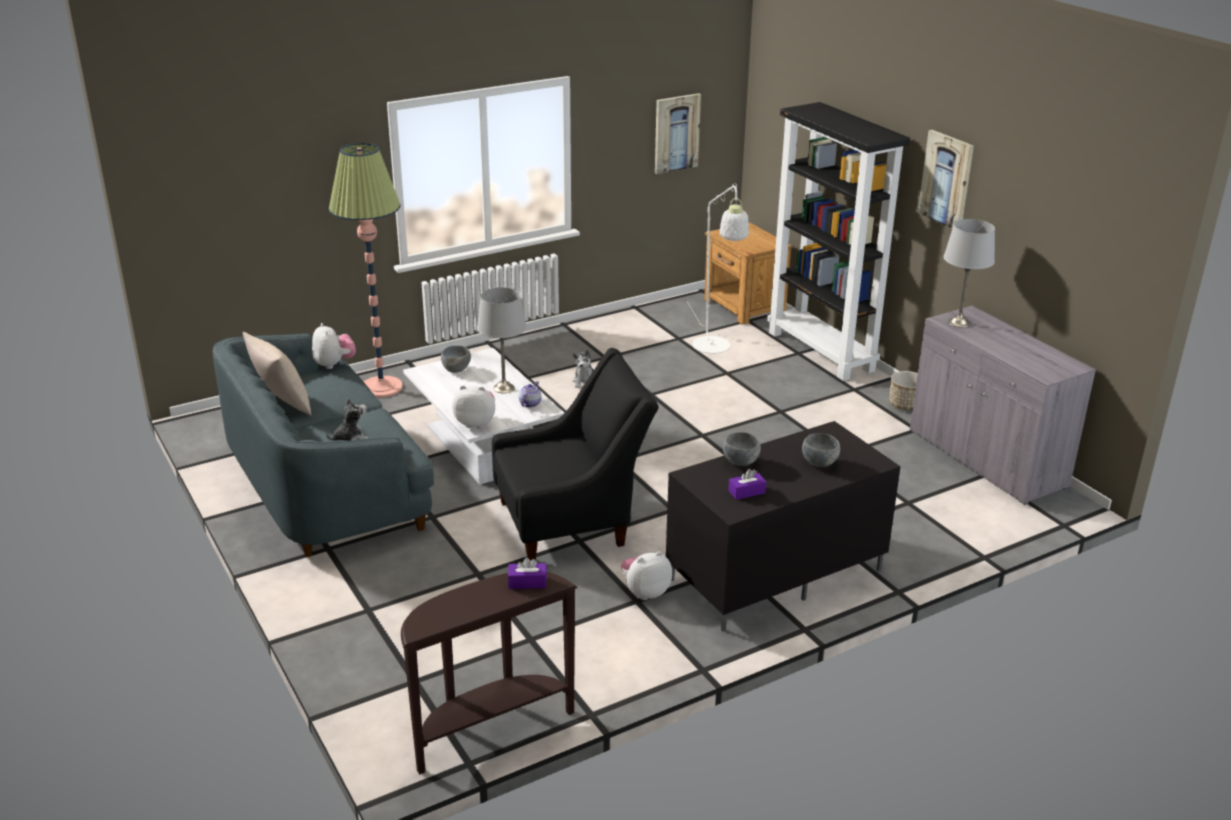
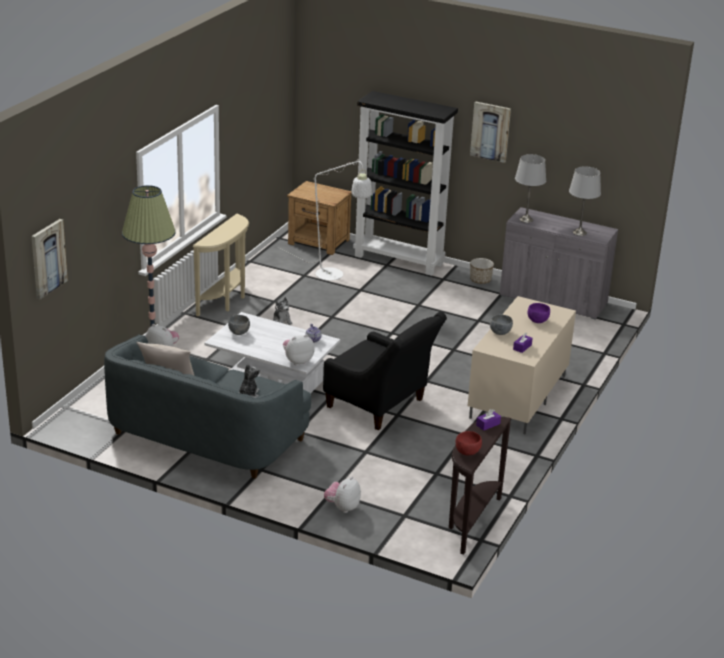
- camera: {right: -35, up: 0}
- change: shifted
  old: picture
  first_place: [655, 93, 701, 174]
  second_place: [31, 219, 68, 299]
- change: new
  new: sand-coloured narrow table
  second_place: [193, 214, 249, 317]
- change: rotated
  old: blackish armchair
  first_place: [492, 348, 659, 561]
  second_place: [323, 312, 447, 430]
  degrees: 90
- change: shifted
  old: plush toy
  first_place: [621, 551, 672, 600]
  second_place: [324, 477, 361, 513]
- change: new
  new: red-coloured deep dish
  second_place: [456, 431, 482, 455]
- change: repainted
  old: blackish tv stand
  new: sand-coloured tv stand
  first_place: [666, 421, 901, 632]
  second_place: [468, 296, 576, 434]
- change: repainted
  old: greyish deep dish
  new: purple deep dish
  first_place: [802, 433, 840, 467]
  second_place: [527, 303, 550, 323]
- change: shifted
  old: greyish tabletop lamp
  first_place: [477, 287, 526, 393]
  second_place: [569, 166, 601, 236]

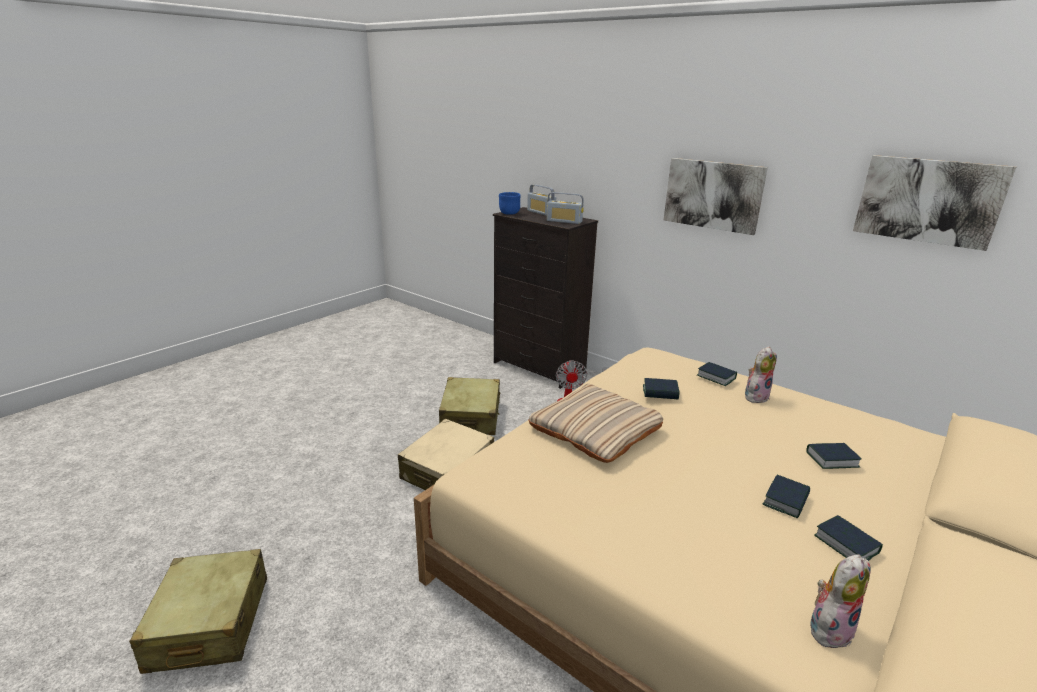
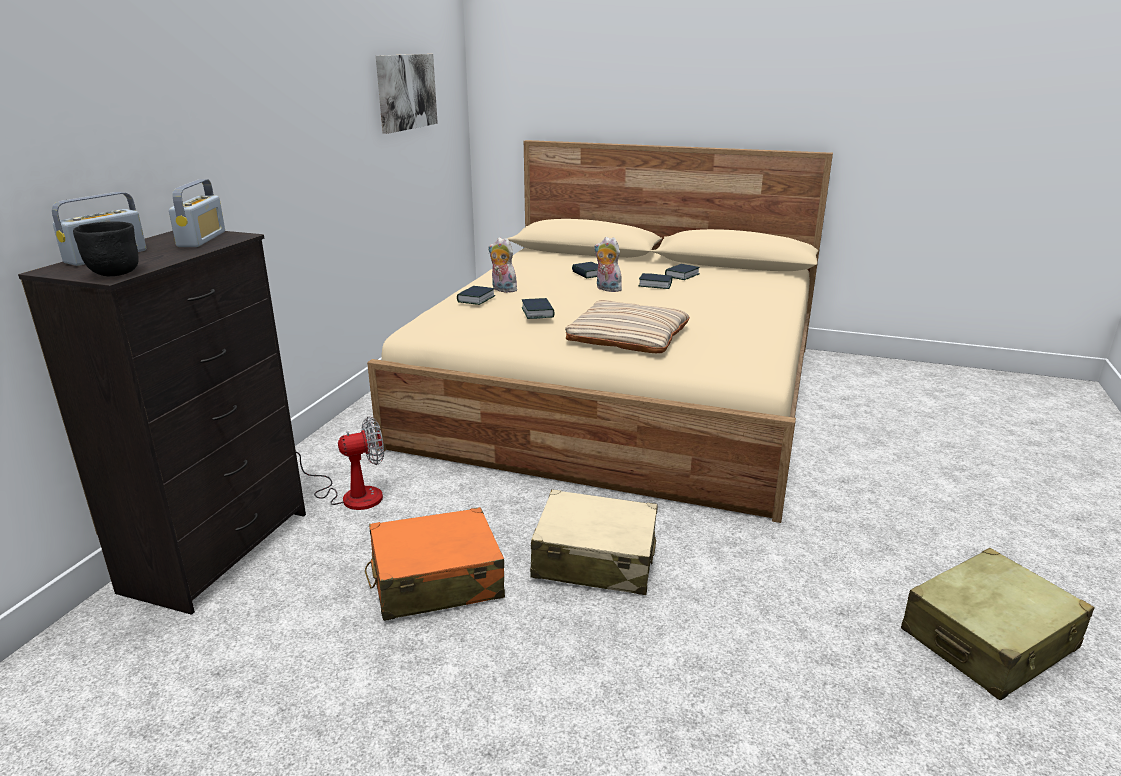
- camera: {right: -110, up: 0}
- change: repainted
  old: blue deep dish
  new: blackish deep dish
  first_place: [499, 192, 520, 215]
  second_place: [73, 221, 139, 276]
- change: repainted
  old: sand-coloured piece of luggage
  new: orange-coloured piece of luggage
  first_place: [439, 377, 501, 435]
  second_place: [365, 507, 505, 621]
- change: shifted
  old: plush toy
  first_place: [810, 554, 871, 651]
  second_place: [594, 237, 622, 292]
- change: gone
  old: picture
  first_place: [664, 158, 768, 235]

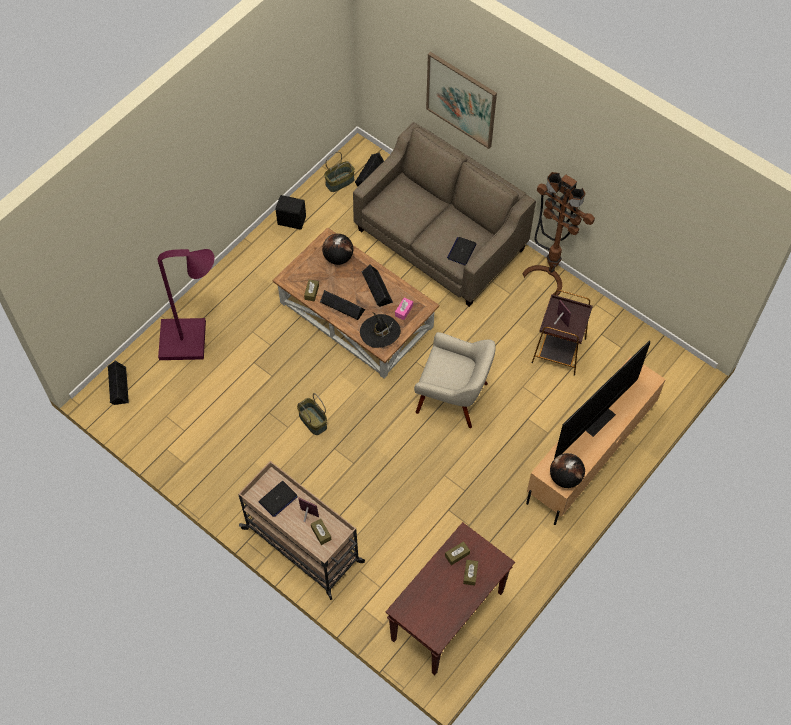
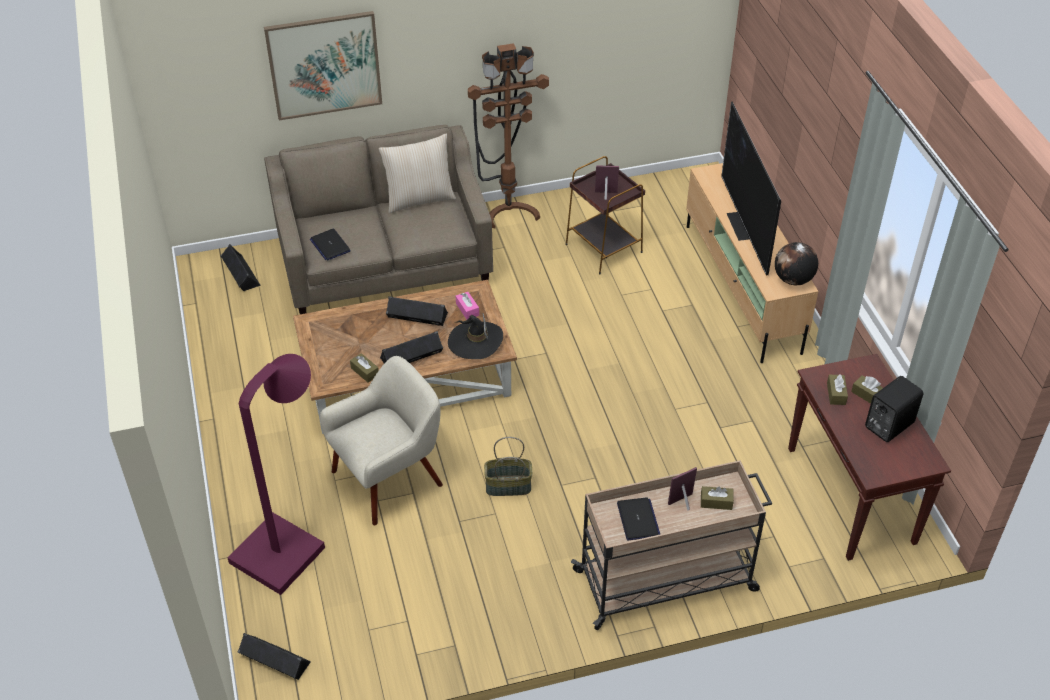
- camera: {right: -55, up: -15}
- change: shifted
  old: laptop
  first_place: [447, 237, 477, 265]
  second_place: [310, 229, 351, 261]
- change: shifted
  old: sand-coloured armchair
  first_place: [414, 332, 496, 428]
  second_place: [320, 356, 443, 525]
- change: new
  new: sand-coloured pillow
  second_place: [379, 134, 456, 213]
- change: shifted
  old: blackish audio speaker
  first_place: [276, 195, 306, 230]
  second_place: [865, 376, 923, 442]
- change: gone
  old: globe
  first_place: [322, 233, 354, 265]
- change: gone
  old: storage basket
  first_place: [324, 152, 355, 192]

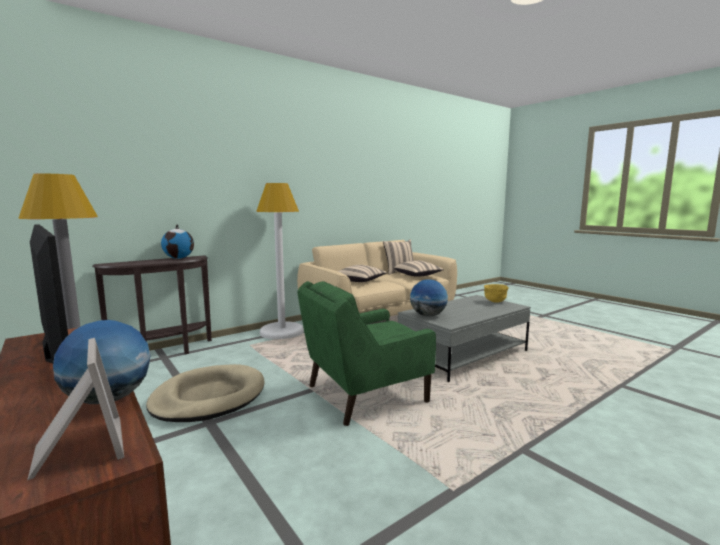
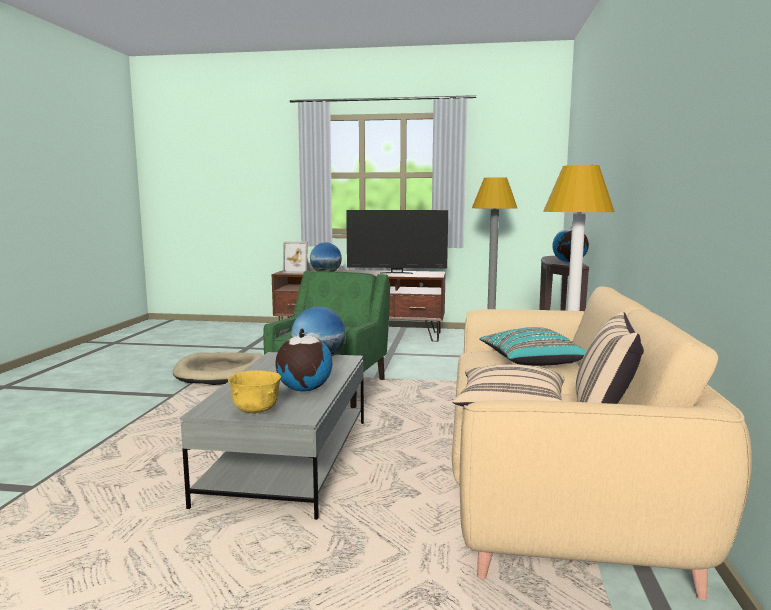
- camera: {right: 135, up: 0}
- change: shifted
  old: sand-coloured dog bed
  first_place: [146, 364, 264, 422]
  second_place: [173, 352, 262, 385]
- change: new
  new: globe
  second_place: [275, 329, 332, 392]
- change: repainted
  old: sand-coloured pillow
  new: turquoise pillow
  first_place: [338, 265, 387, 282]
  second_place: [479, 327, 586, 366]

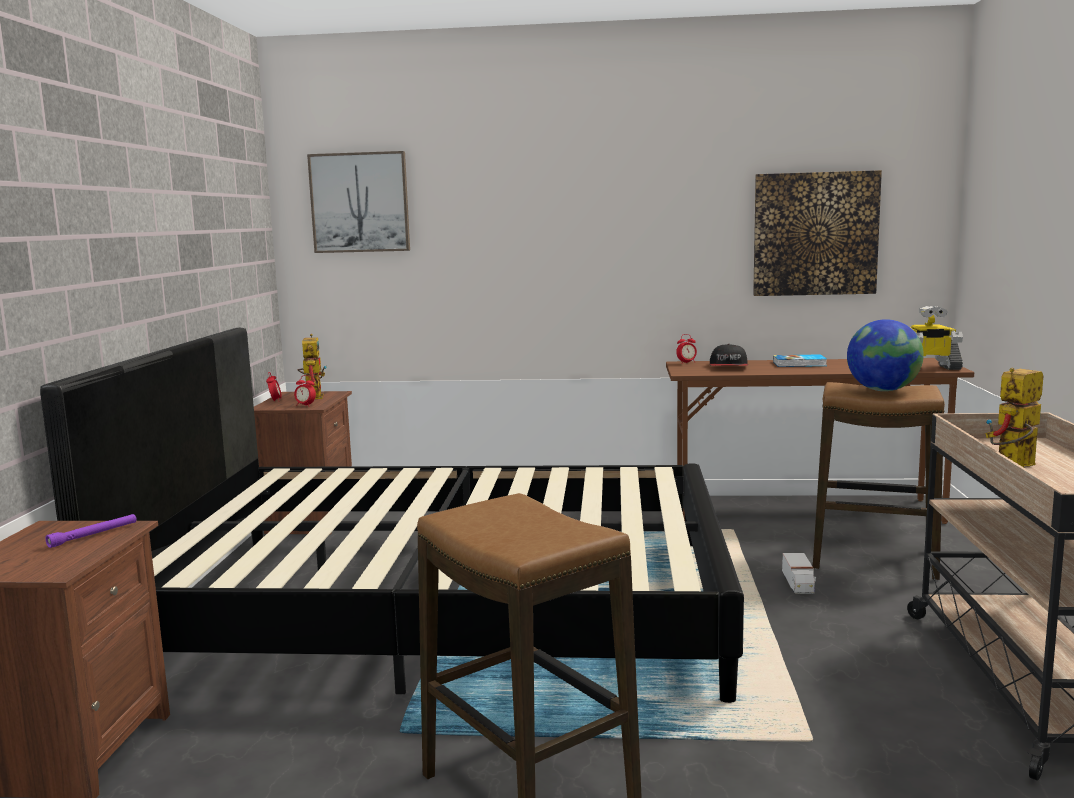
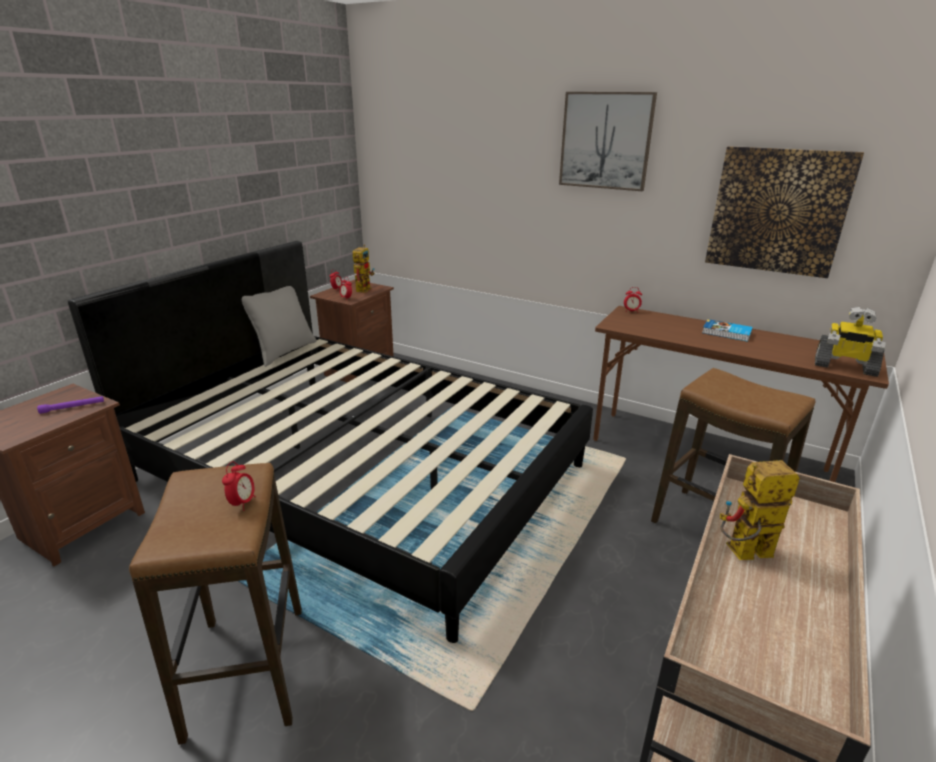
- camera: {right: 25, up: 15}
- change: new
  new: bedside clock
  second_place: [222, 461, 255, 511]
- change: new
  new: greyish pillow
  second_place: [242, 286, 316, 367]
- change: shifted
  old: picture
  first_place: [307, 151, 410, 253]
  second_place: [559, 92, 657, 191]
- change: gone
  old: cap
  first_place: [710, 344, 748, 366]
- change: gone
  old: model truck
  first_place: [782, 553, 816, 594]
- change: gone
  old: globe
  first_place: [847, 319, 924, 391]

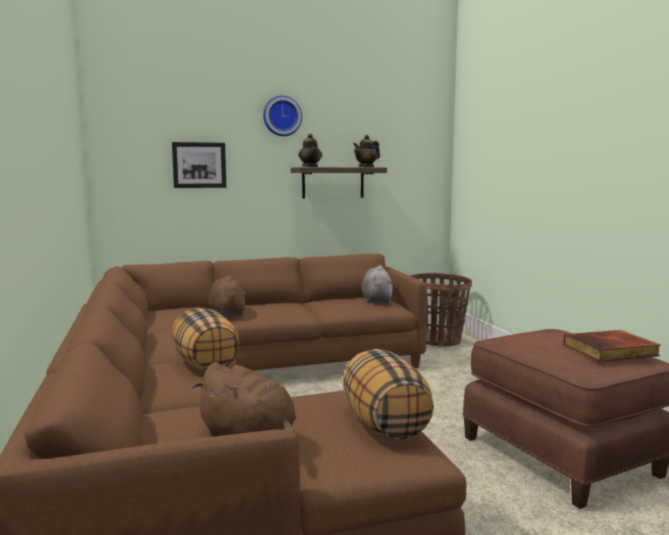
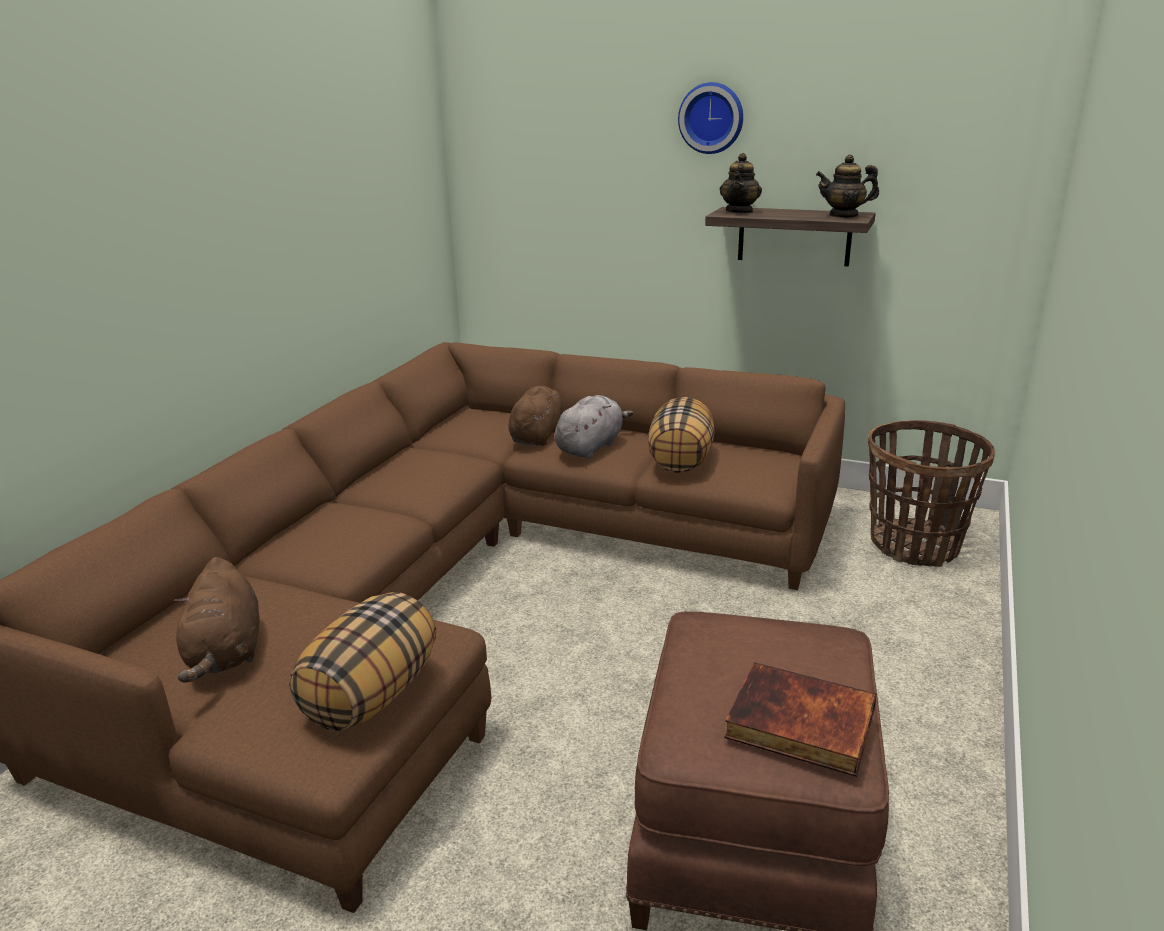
- camera: {right: 40, up: 15}
- change: shifted
  old: greyish plush toy
  first_place: [361, 266, 393, 303]
  second_place: [555, 395, 633, 458]
- change: shifted
  old: pillow
  first_place: [171, 308, 240, 371]
  second_place: [648, 397, 715, 473]
- change: gone
  old: picture
  first_place: [172, 142, 226, 188]

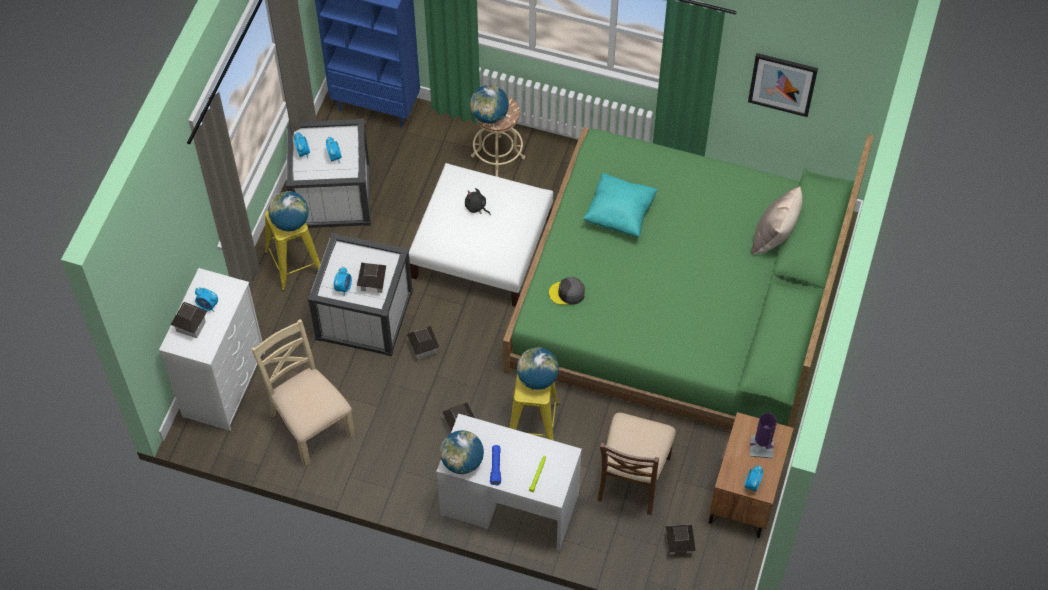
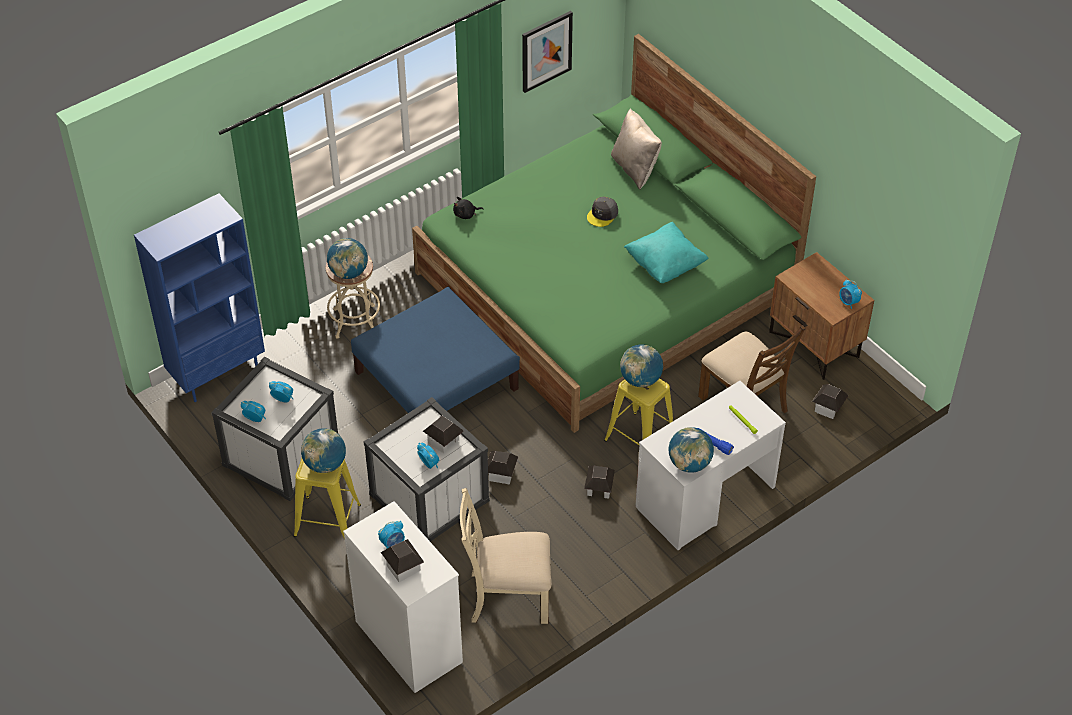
- camera: {right: -55, up: -10}
- change: repainted
  old: white-coloured ottoman
  new: blue ottoman
  first_place: [409, 163, 553, 307]
  second_place: [351, 286, 520, 413]
- change: shifted
  old: blackish plush toy
  first_place: [465, 188, 491, 215]
  second_place: [453, 197, 484, 219]
- change: shifted
  old: greyish cap
  first_place: [549, 277, 585, 305]
  second_place: [587, 197, 618, 227]
- change: shifted
  old: turquoise pillow
  first_place: [583, 173, 658, 237]
  second_place: [624, 222, 709, 283]
- change: gone
  old: purple tabletop lamp
  first_place: [750, 413, 777, 458]

